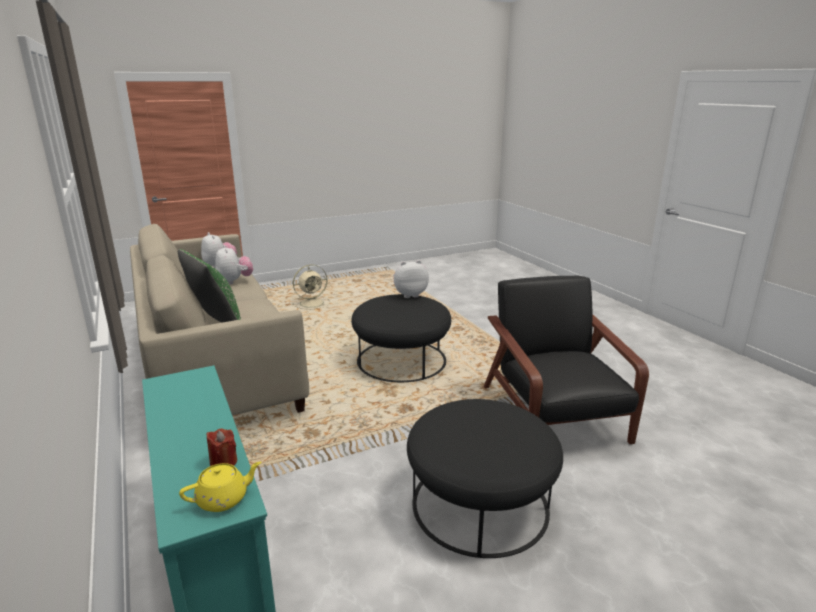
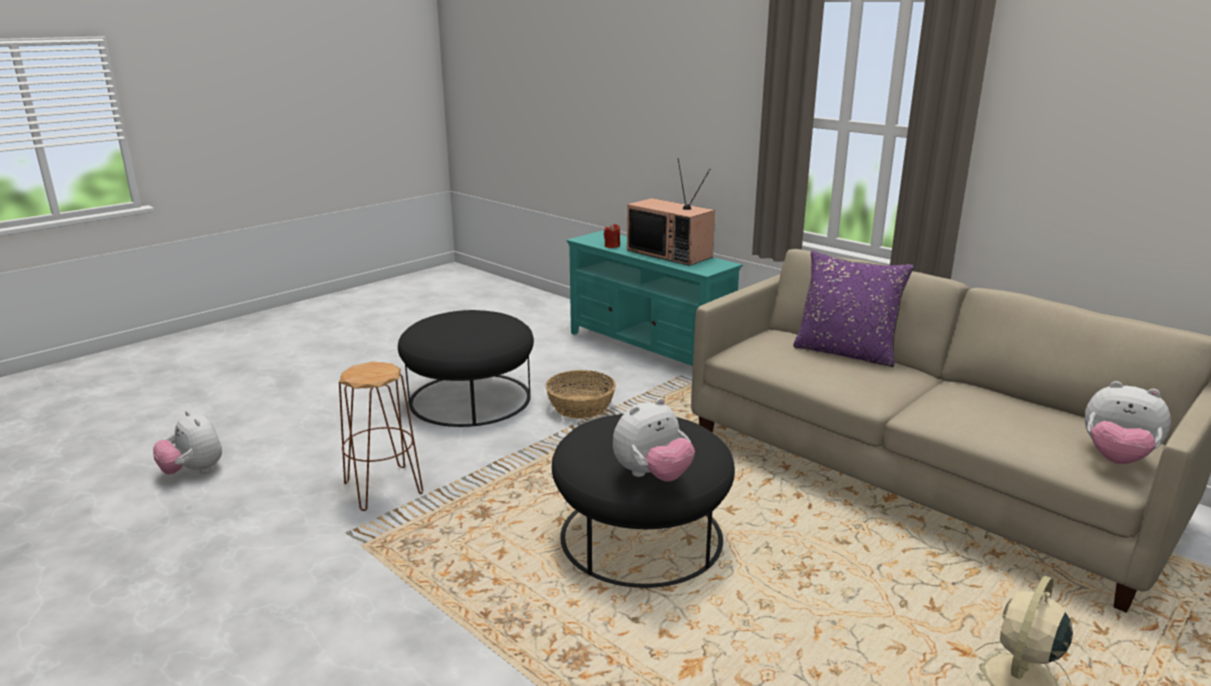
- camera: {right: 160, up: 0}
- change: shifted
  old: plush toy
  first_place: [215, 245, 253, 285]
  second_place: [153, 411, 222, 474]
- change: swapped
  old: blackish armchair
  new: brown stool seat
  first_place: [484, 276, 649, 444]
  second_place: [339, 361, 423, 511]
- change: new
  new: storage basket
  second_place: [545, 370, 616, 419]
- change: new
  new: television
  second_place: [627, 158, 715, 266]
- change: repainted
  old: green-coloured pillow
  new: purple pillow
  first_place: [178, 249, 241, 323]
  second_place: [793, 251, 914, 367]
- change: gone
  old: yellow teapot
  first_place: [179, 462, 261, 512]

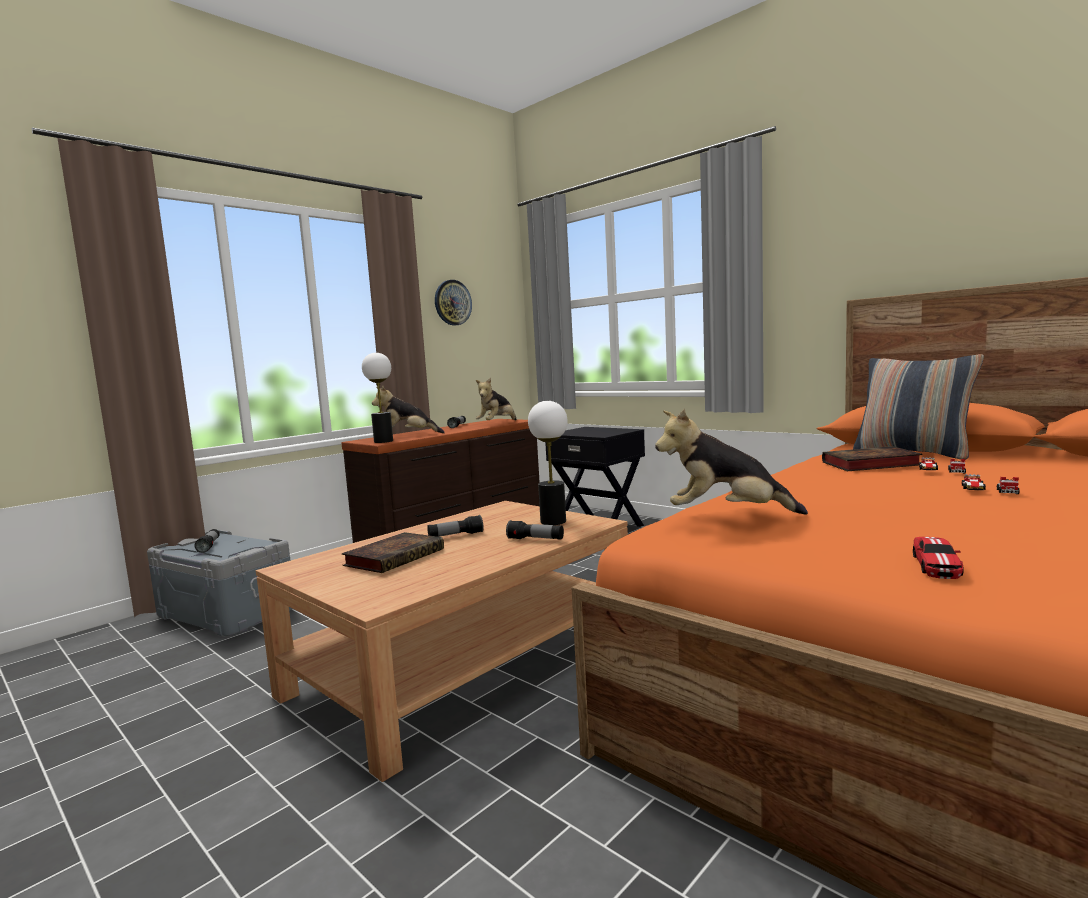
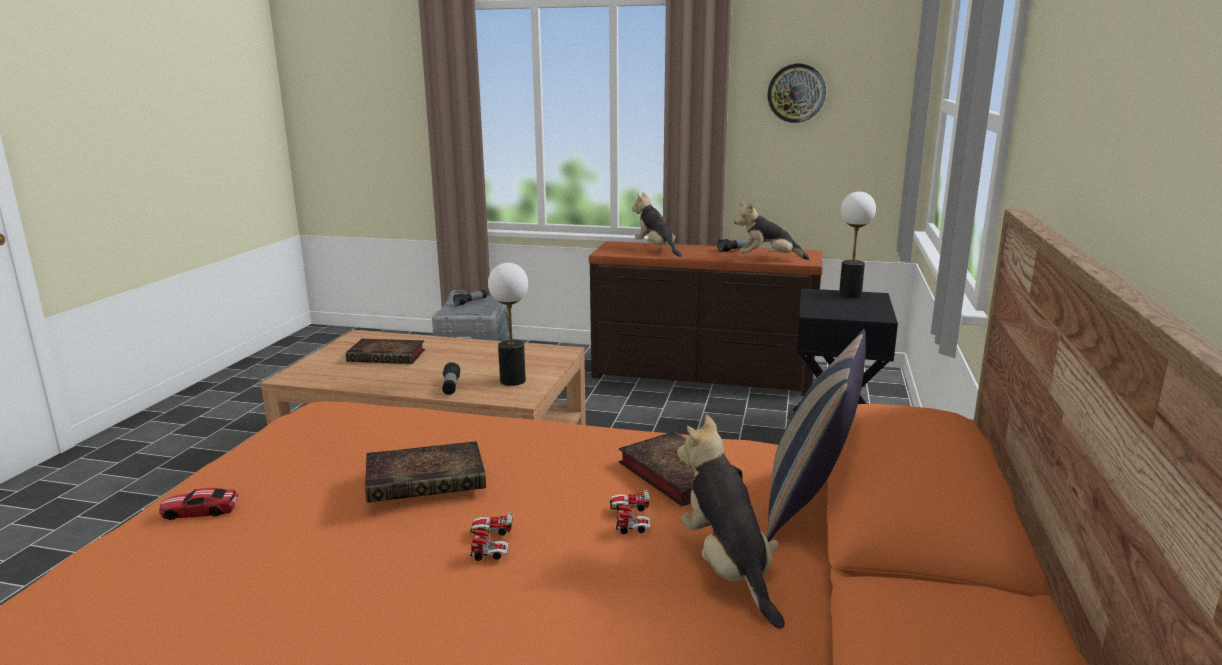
- camera: {right: 60, up: 10}
- change: new
  new: volume
  second_place: [365, 441, 486, 503]
- change: shifted
  old: plush toy
  first_place: [655, 409, 808, 515]
  second_place: [677, 415, 785, 629]
- change: shifted
  old: tabletop lamp
  first_place: [362, 353, 393, 443]
  second_place: [839, 192, 876, 298]
- change: gone
  old: torch
  first_place: [427, 515, 483, 537]

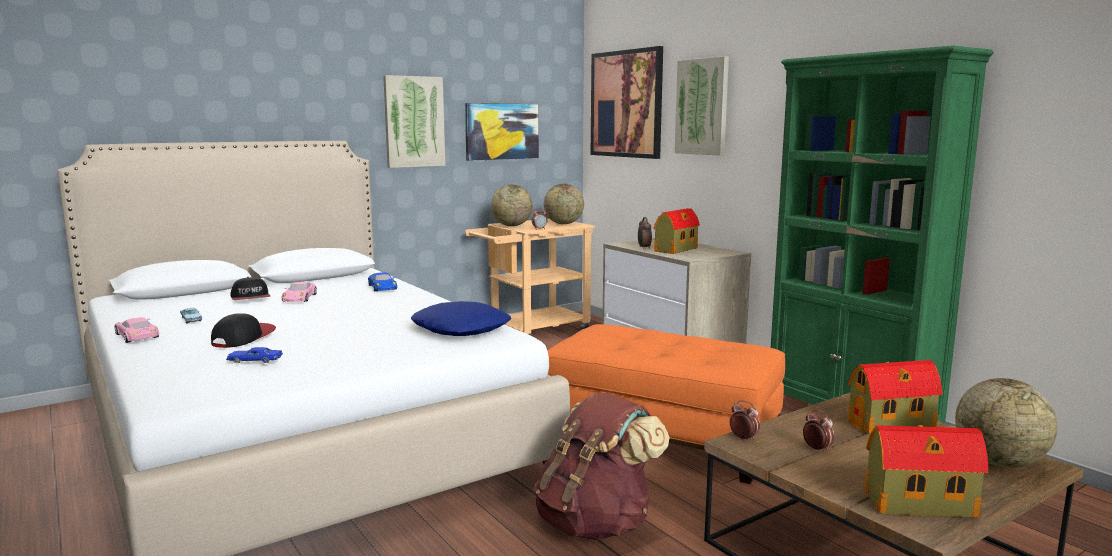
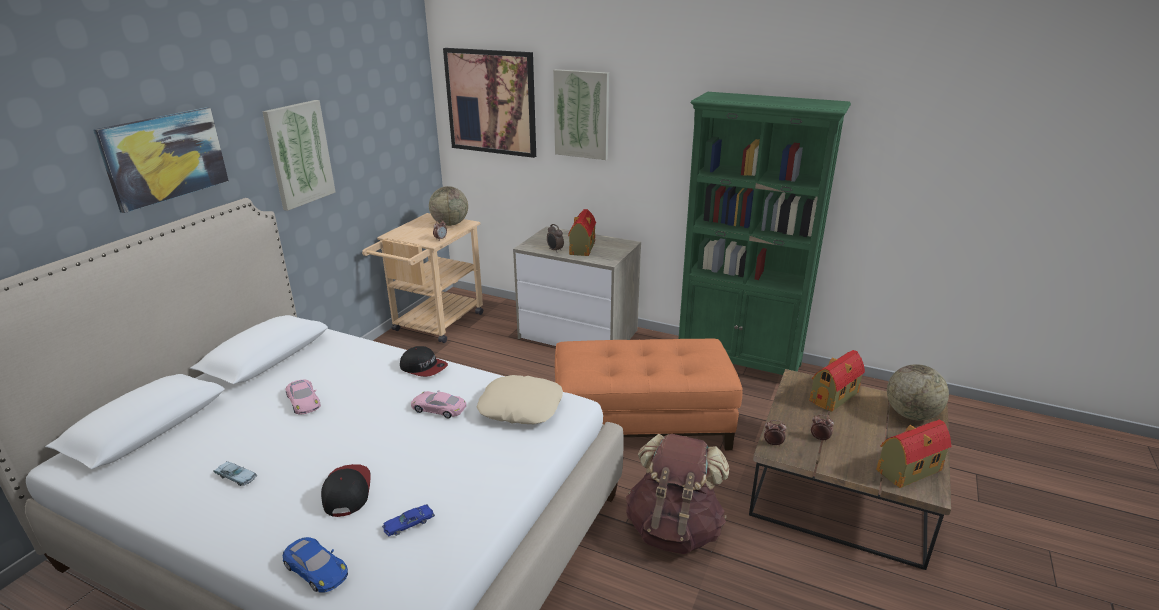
- camera: {right: -30, up: 15}
- change: shifted
  old: picture
  first_place: [465, 103, 539, 161]
  second_place: [93, 107, 229, 213]
- change: shifted
  old: blue miniature car
  first_place: [368, 272, 397, 291]
  second_place: [283, 537, 348, 593]
- change: shifted
  old: cap
  first_place: [231, 277, 270, 300]
  second_place: [400, 346, 448, 377]
- change: shifted
  old: pink-coloured miniature car
  first_place: [114, 317, 159, 343]
  second_place: [411, 390, 466, 419]
- change: repainted
  old: blue pillow
  new: sand-coloured pillow
  first_place: [411, 301, 511, 336]
  second_place: [476, 375, 563, 424]
- change: gone
  old: globe
  first_place: [491, 184, 533, 226]

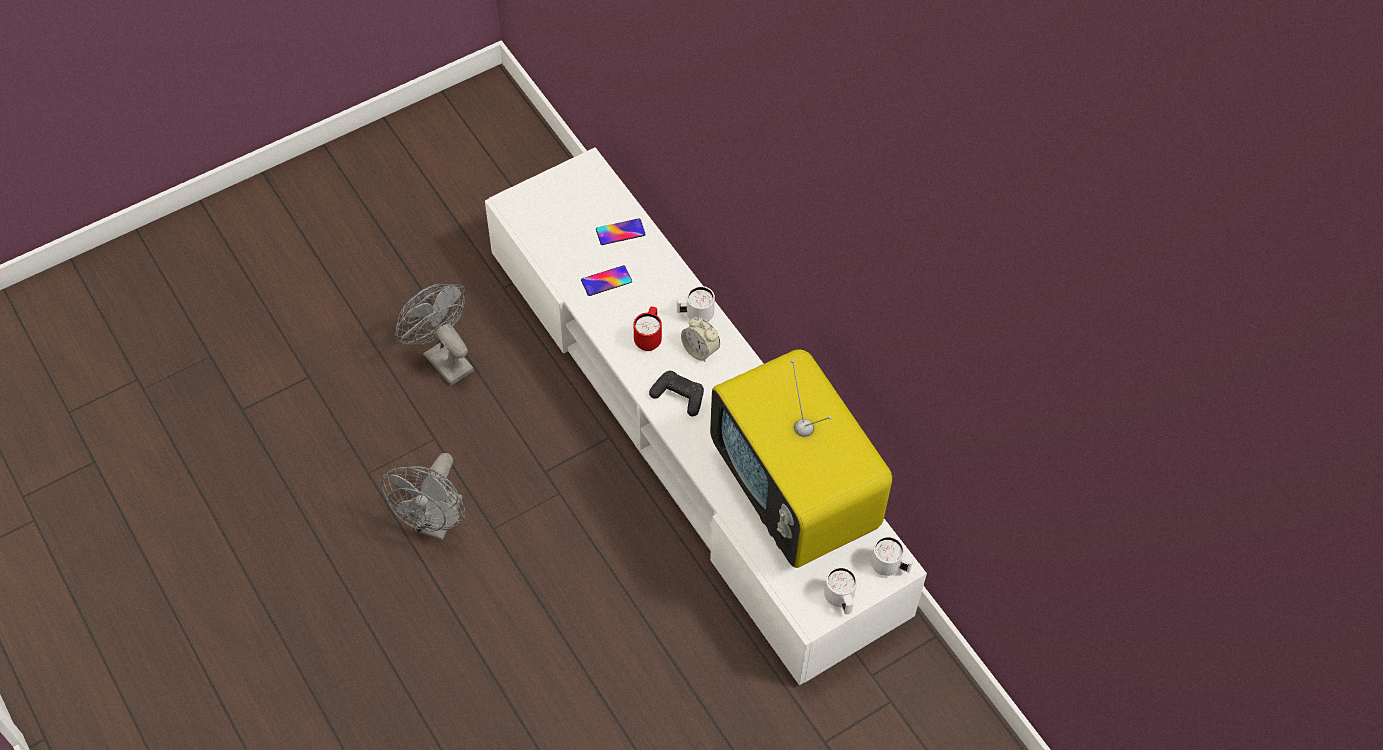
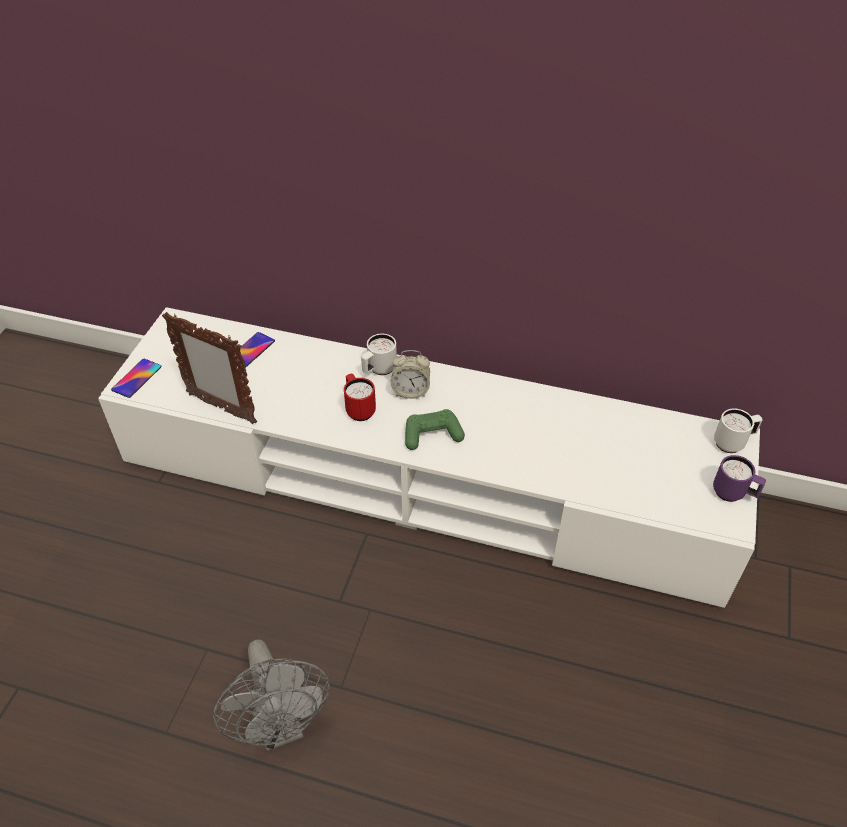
- camera: {right: -40, up: -10}
- change: shifted
  old: handset
  first_place: [581, 265, 632, 296]
  second_place: [111, 359, 161, 398]
- change: new
  new: picture frame
  second_place: [162, 312, 257, 424]
- change: repainted
  old: blackish gamepad
  new: green-coloured gamepad
  first_place: [649, 371, 704, 416]
  second_place: [405, 409, 465, 450]
- change: repainted
  old: white-coloured mug
  new: purple mug
  first_place: [824, 567, 857, 614]
  second_place: [713, 455, 766, 502]
- change: gone
  old: greyish cooling fan
  first_place: [395, 284, 474, 386]
- change: gone
  old: television
  first_place: [710, 349, 892, 568]

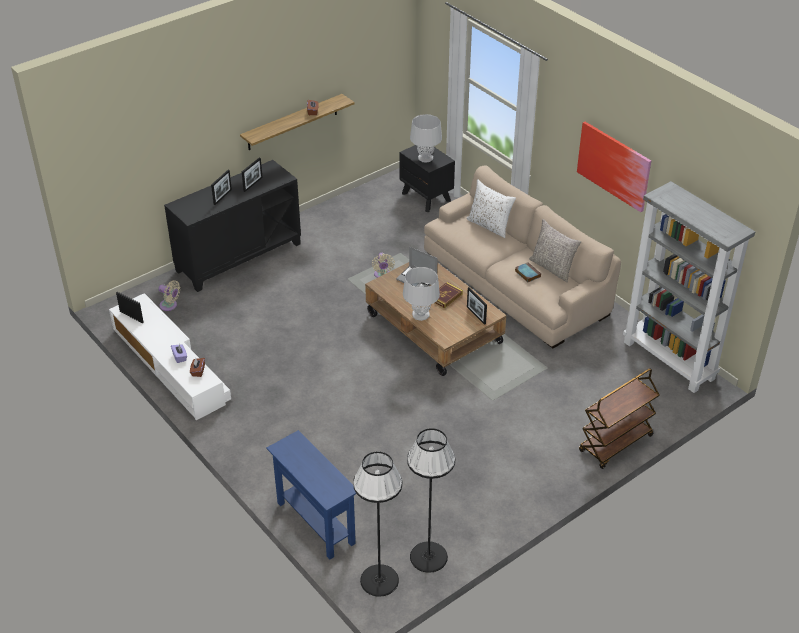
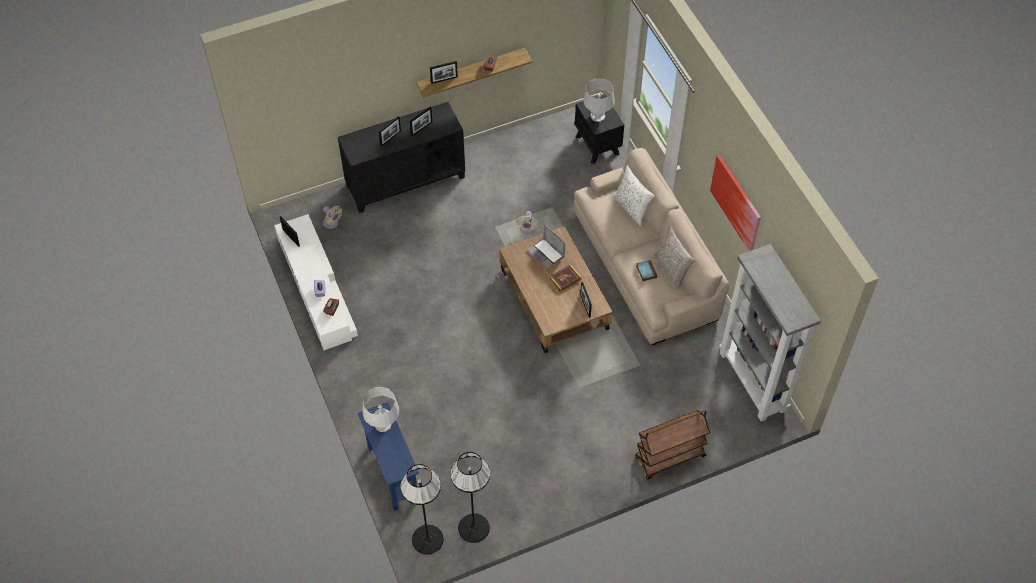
- camera: {right: 15, up: 15}
- change: shifted
  old: greyish tabletop lamp
  first_place: [403, 267, 440, 321]
  second_place: [363, 387, 399, 432]
- change: new
  new: picture frame
  second_place: [430, 61, 458, 84]

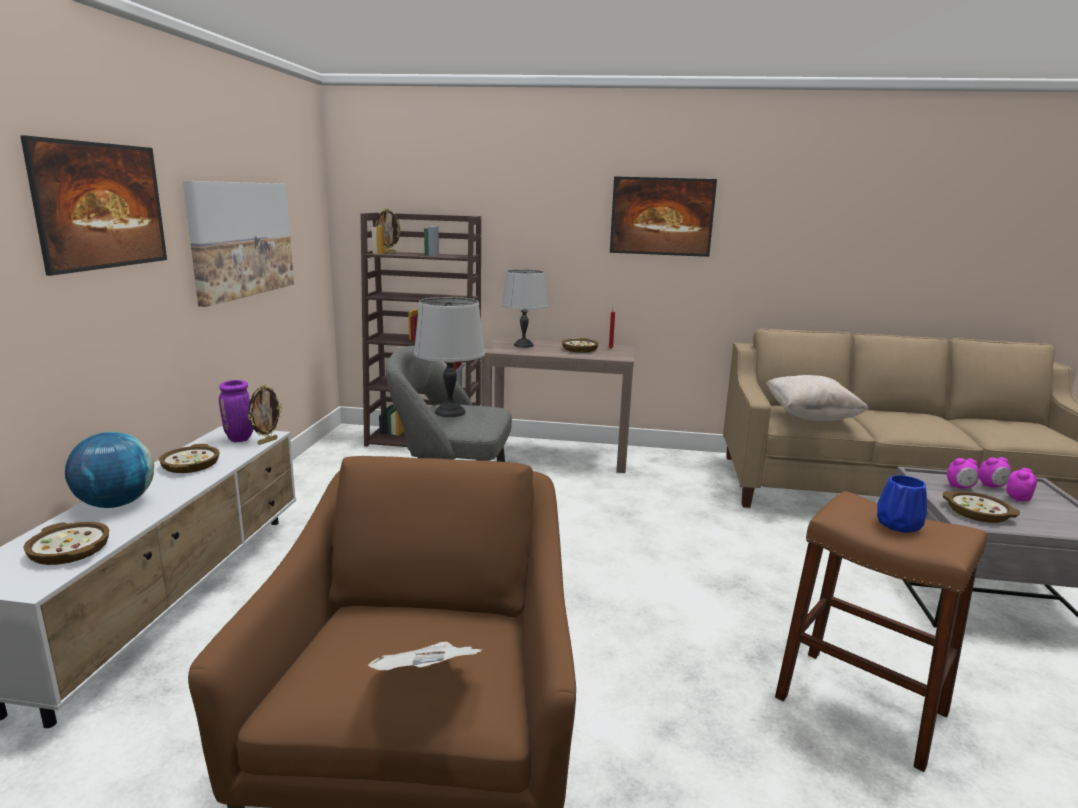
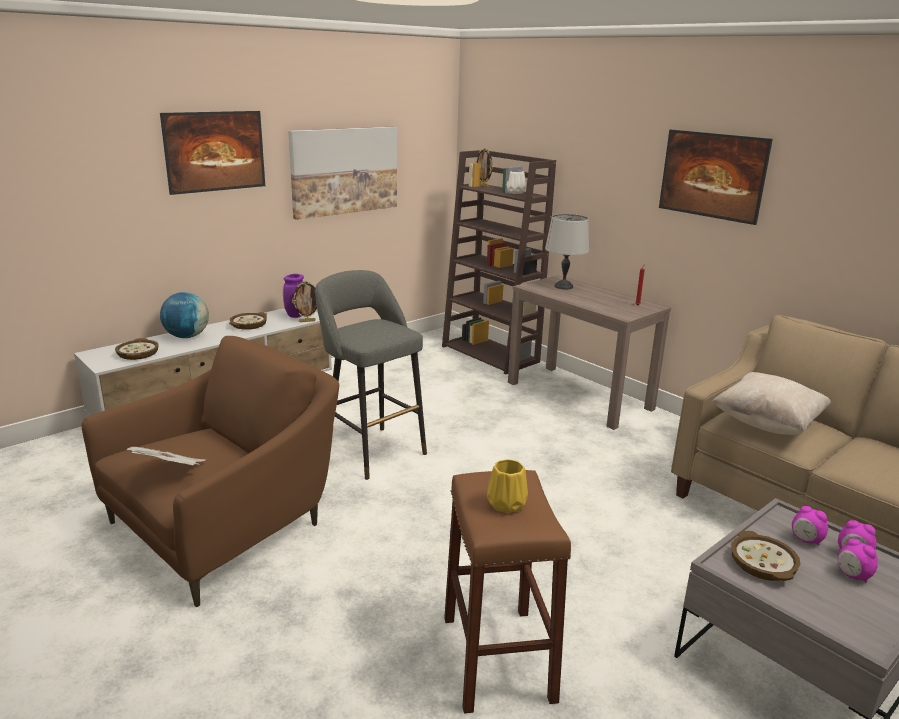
- camera: {right: 40, up: 5}
- change: repainted
  old: blue decorative vase
  new: yellow decorative vase
  first_place: [877, 475, 927, 533]
  second_place: [487, 459, 528, 513]
- change: new
  new: white-coloured decorative vase
  second_place: [507, 171, 526, 194]
- change: rotated
  old: bedside clock
  first_place: [1006, 468, 1037, 502]
  second_place: [838, 539, 878, 583]
  degrees: -120
- change: gone
  old: greyish tabletop lamp
  first_place: [414, 297, 485, 417]
- change: gone
  old: deep dish
  first_place: [562, 338, 599, 353]

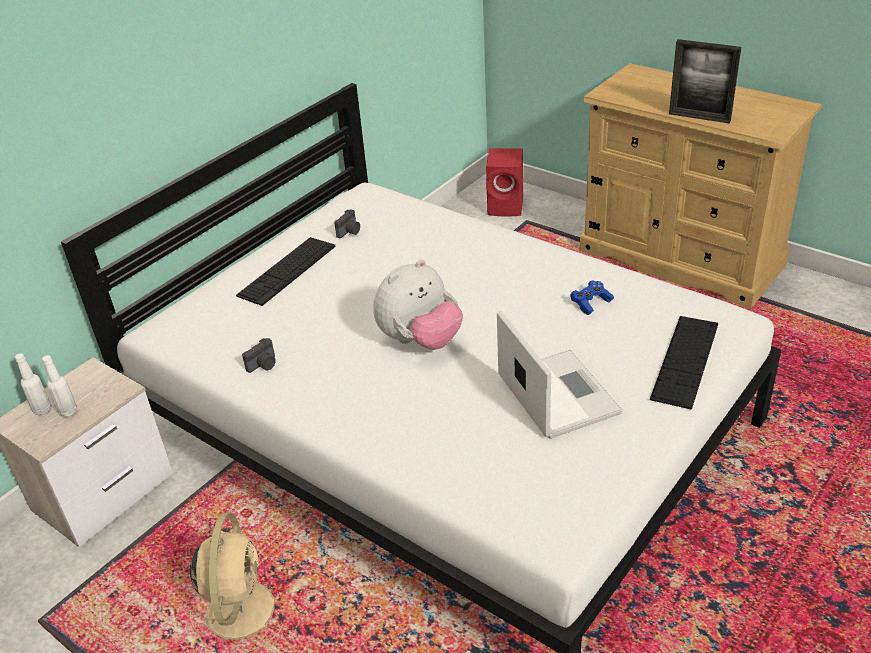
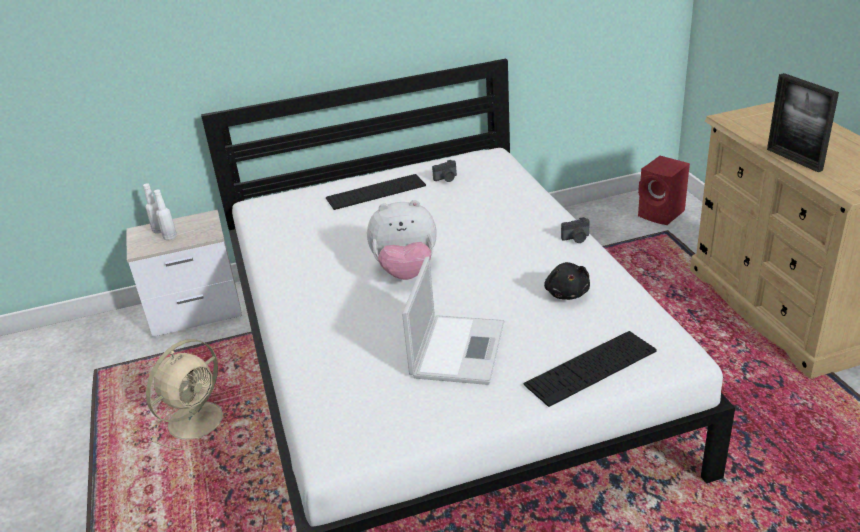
- camera: {right: 35, up: -5}
- change: swapped
  old: blue gamepad
  new: blackish plush toy
  first_place: [570, 280, 614, 315]
  second_place: [544, 262, 590, 300]
- change: shifted
  old: still camera
  first_place: [242, 338, 276, 373]
  second_place: [561, 217, 590, 243]

